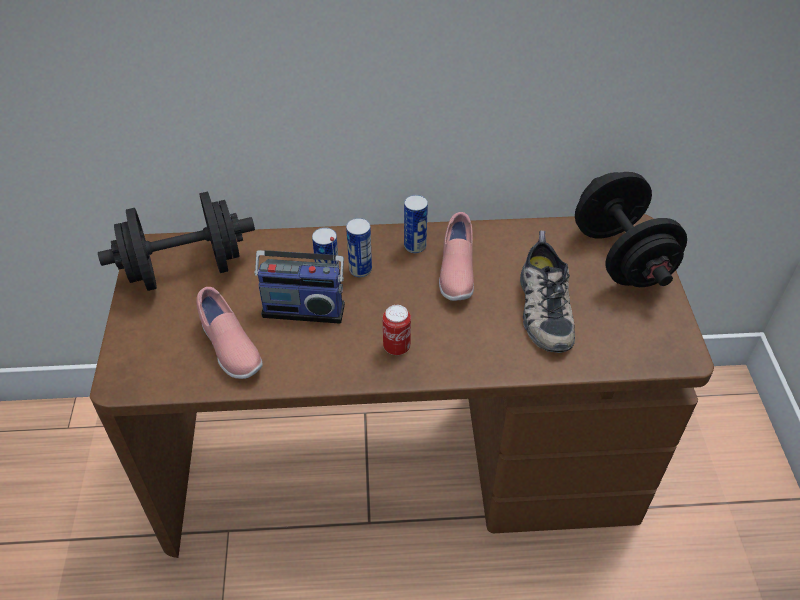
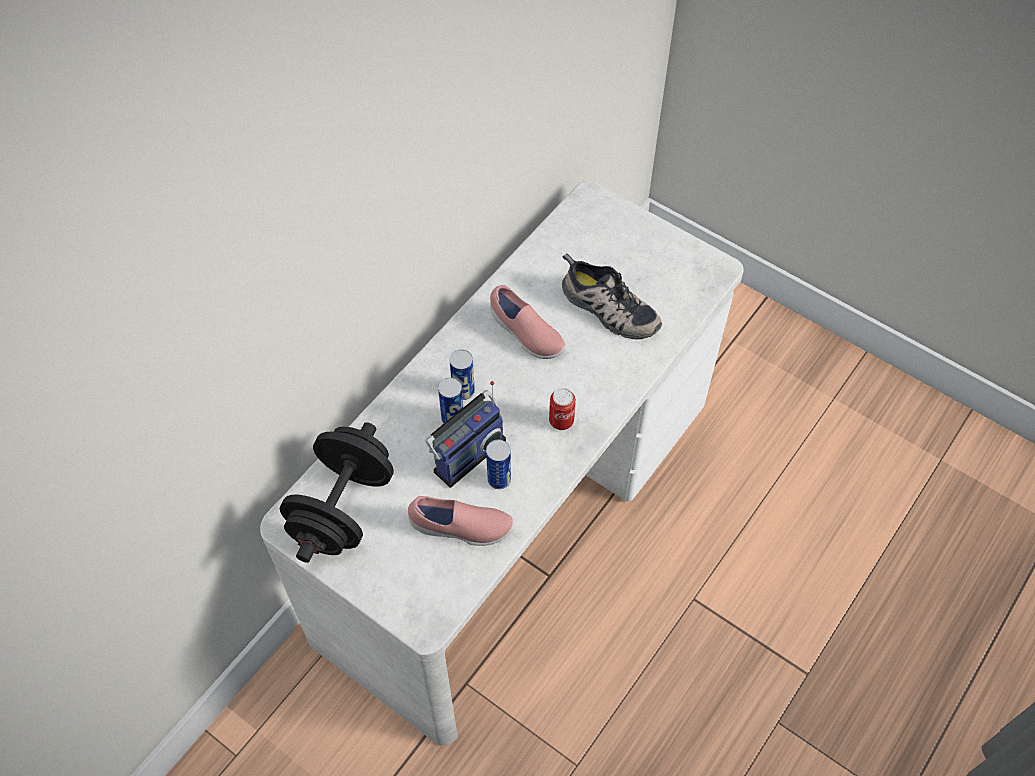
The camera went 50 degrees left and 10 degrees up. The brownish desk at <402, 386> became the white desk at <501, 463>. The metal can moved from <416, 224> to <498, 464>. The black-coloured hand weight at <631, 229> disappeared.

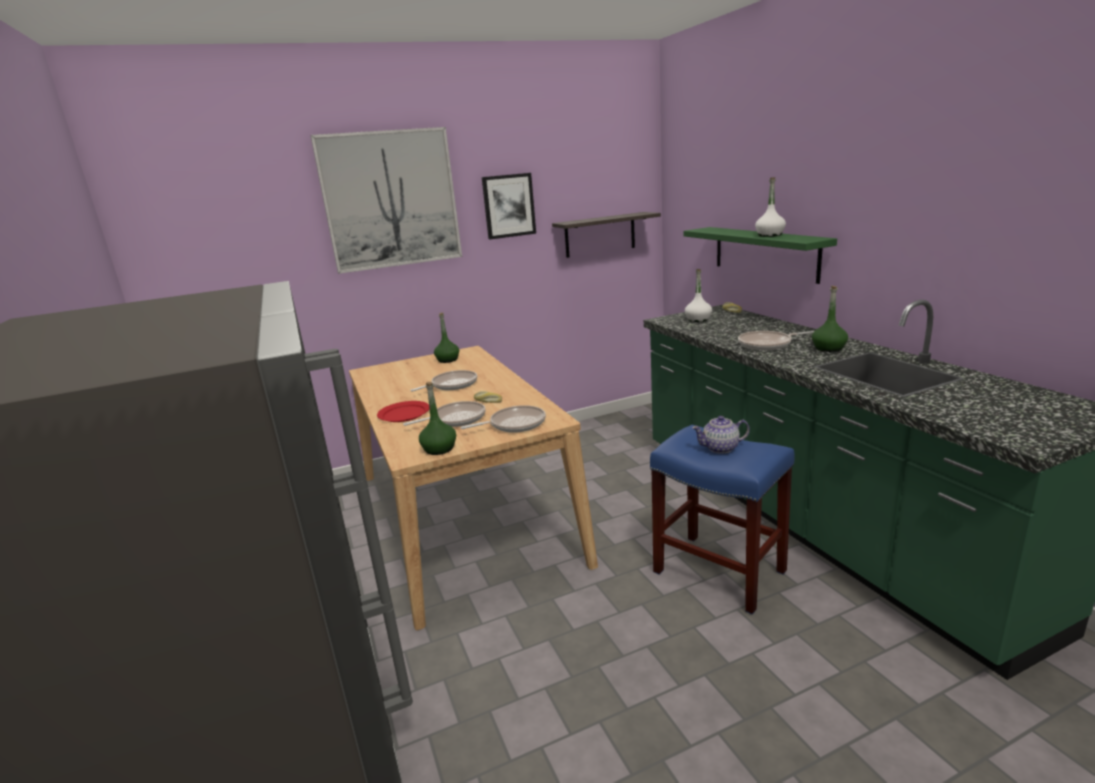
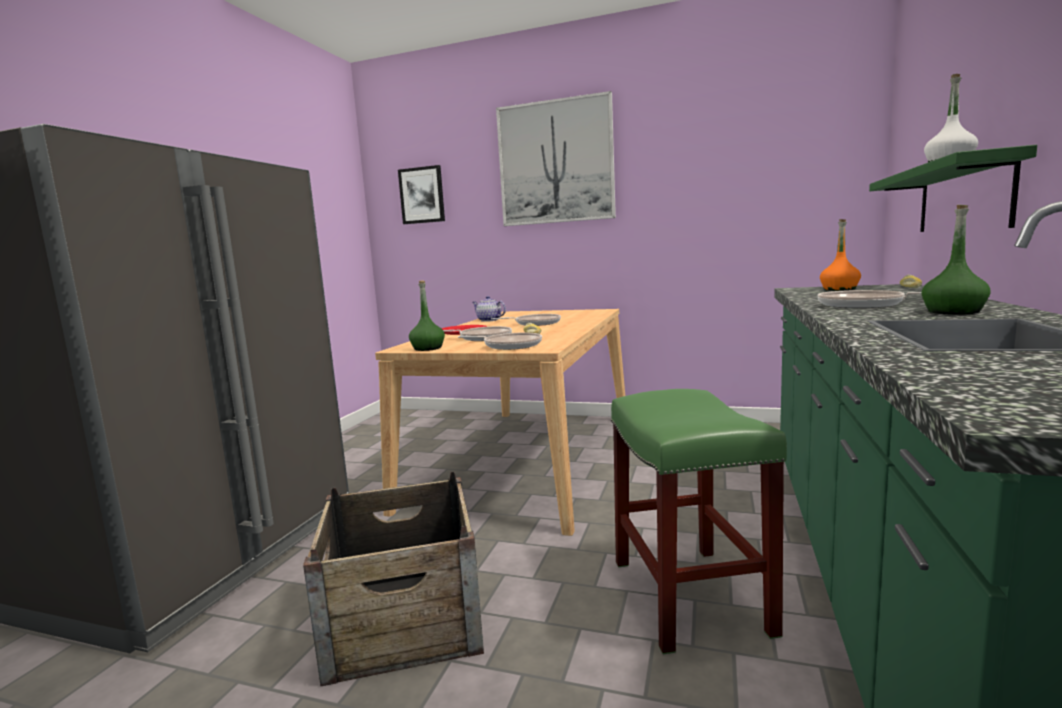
The camera went 40 degrees right and 10 degrees down. The green-coloured drink bottle at <446, 337> disappeared. The wall picture moved from <509, 206> to <421, 194>. The bracket shelf at <606, 235> disappeared. The blue-coloured stool at <722, 520> became the green-coloured stool at <699, 521>. The white drink bottle at <698, 295> became the orange drink bottle at <840, 255>. The pot for tea moved from <721, 435> to <489, 309>. The packing crate at <393, 579> appeared.

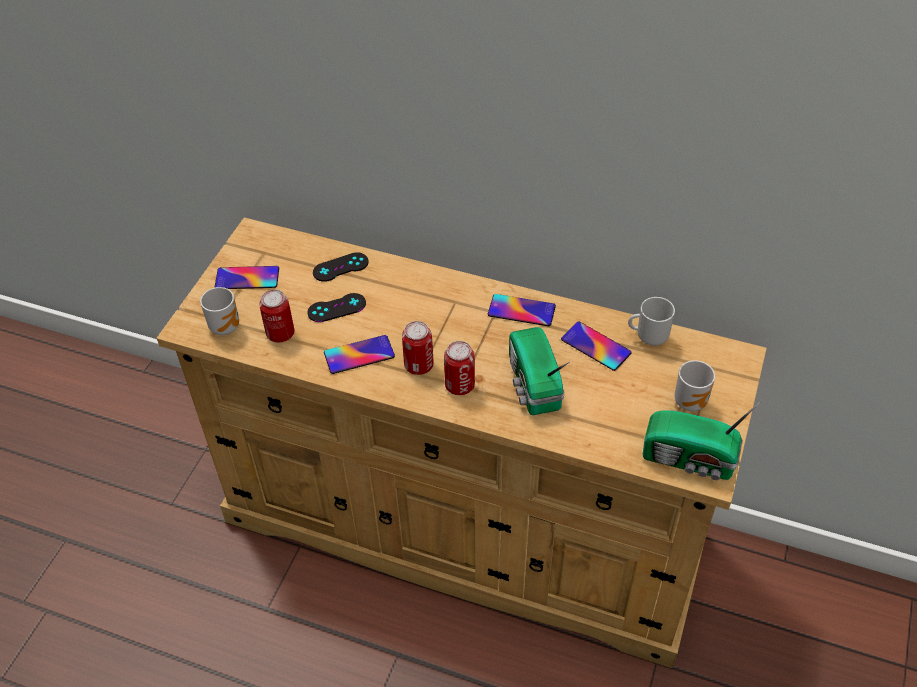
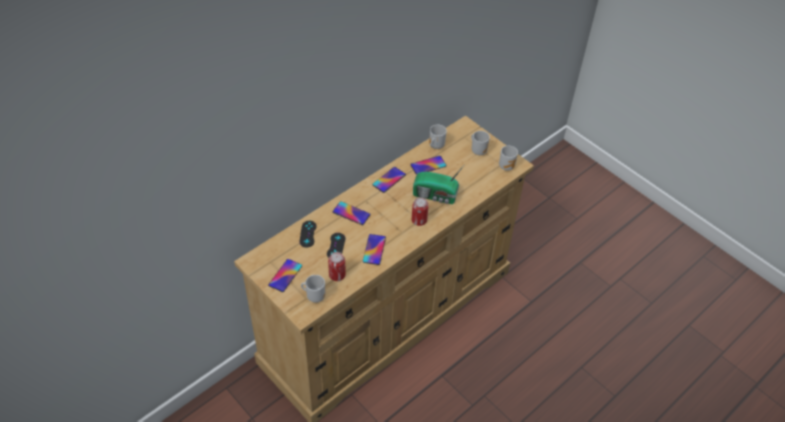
The camera went 65 degrees left and 0 degrees up. The metal can at <418, 348> disappeared. The radio at <701, 441> was replaced by the tea mug at <508, 158>. The handset at <351, 213> appeared.

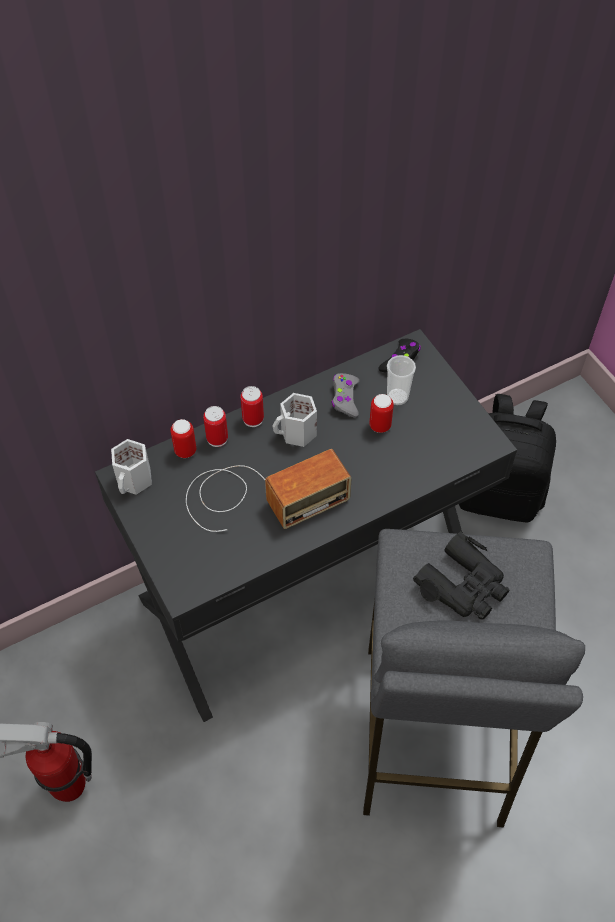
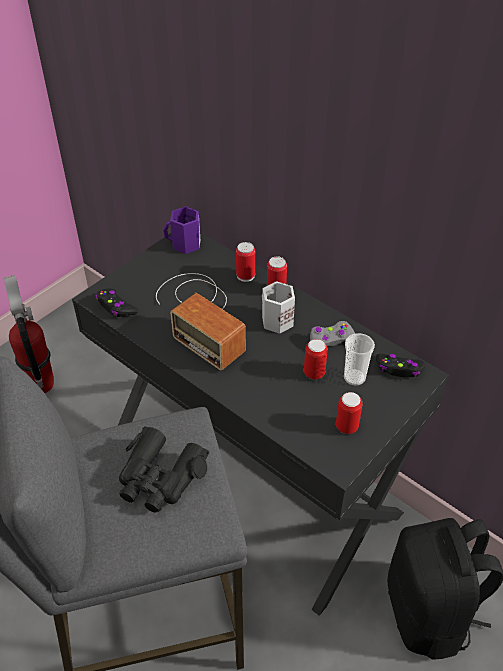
The camera went 70 degrees right and 10 degrees down. The white tea mug at <131, 467> became the purple tea mug at <181, 230>. The metal can moved from <183, 438> to <349, 413>. The black-coloured joypad at <116, 302> appeared.

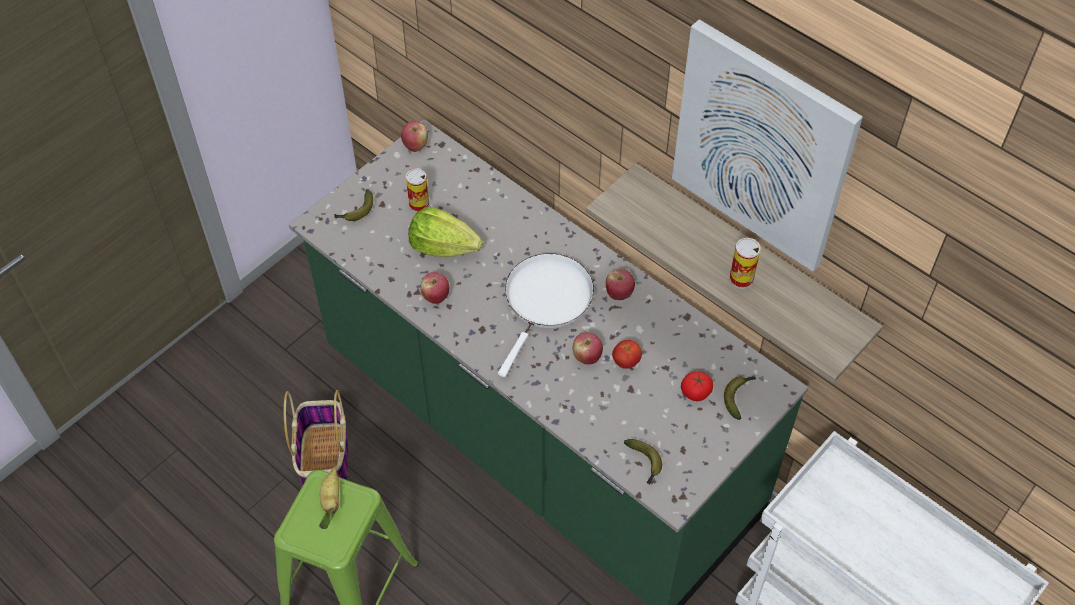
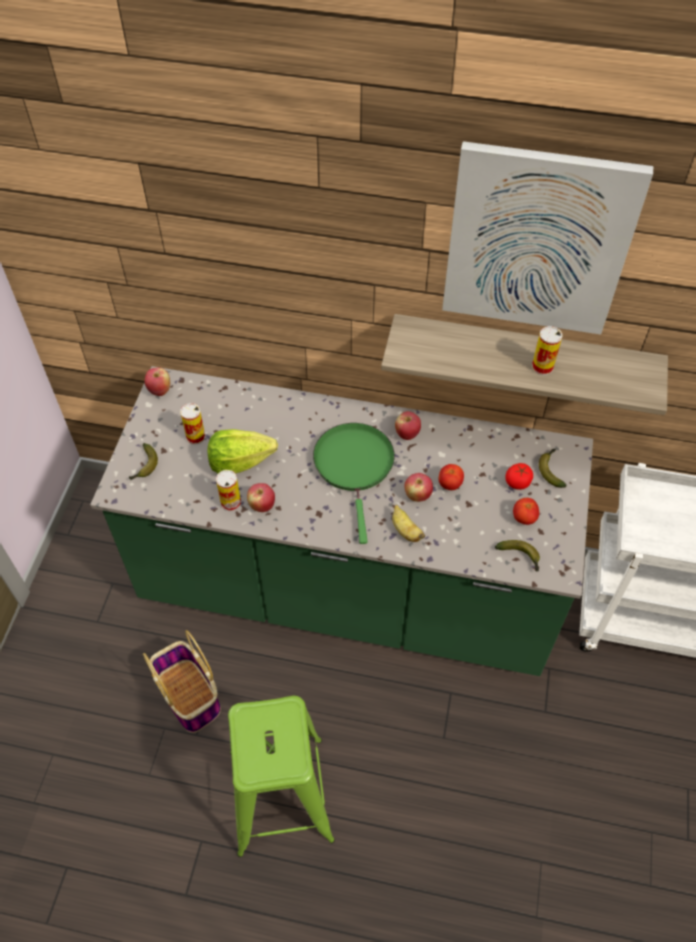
The camera went 30 degrees left and 0 degrees up. The banana fruit moved from <329, 491> to <408, 523>. The white frying pan at <546, 315> became the green-coloured frying pan at <354, 483>. The metal can at <228, 490> appeared. The tomato at <526, 511> appeared.

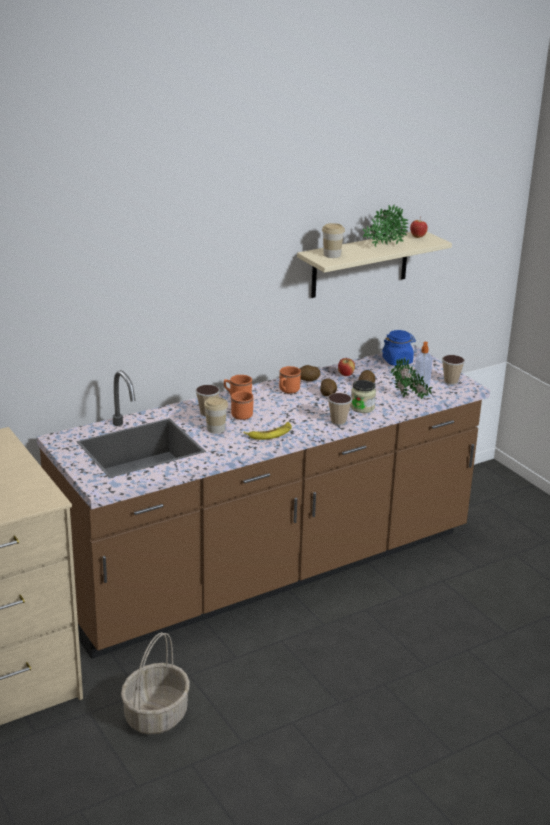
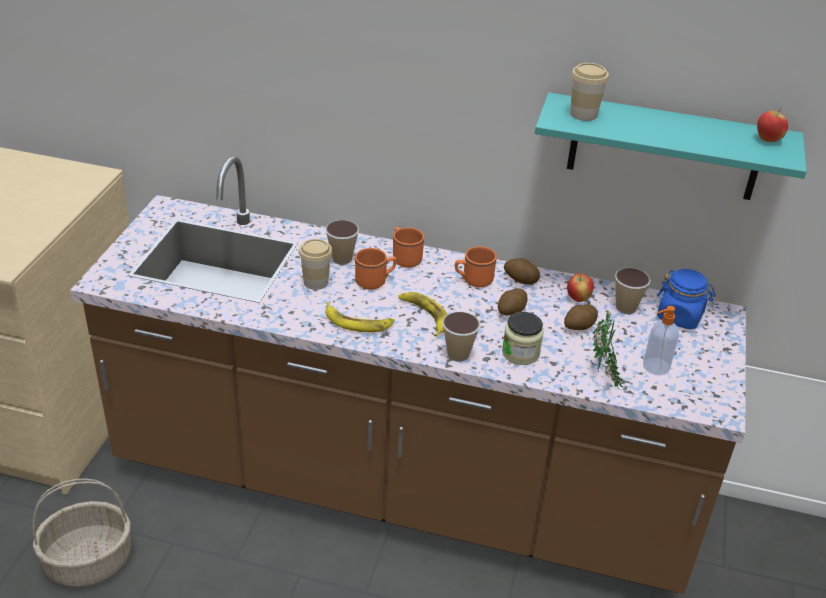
The camera went 45 degrees right and 10 degrees up. The sand-coloured bracket shelf at <374, 265> became the blue-green bracket shelf at <671, 146>. The plant in a pot at <386, 225> disappeared. The drinking cup moved from <453, 370> to <633, 291>. The banana fruit at <423, 314> appeared.

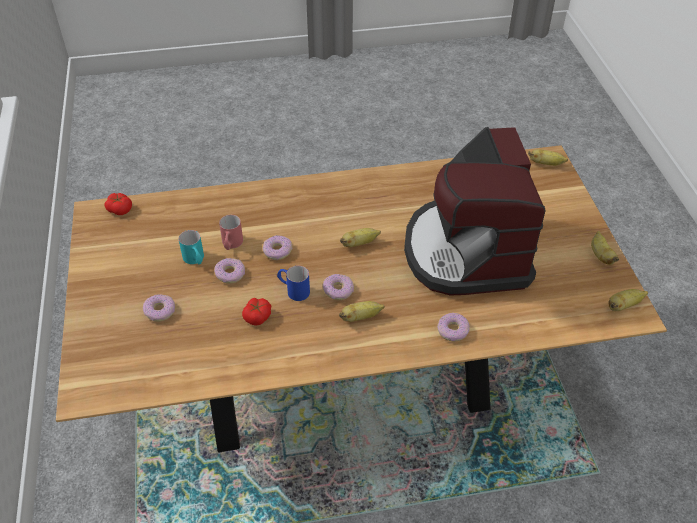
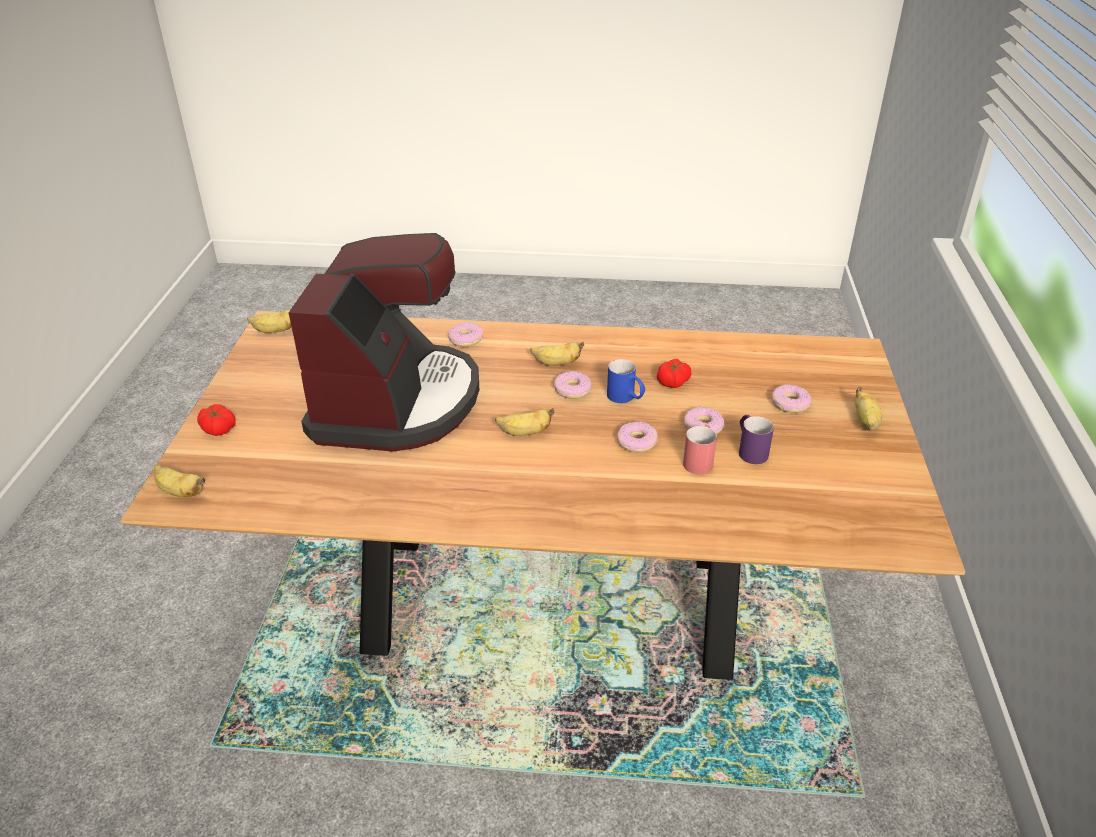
The camera went 165 degrees left and 10 degrees down. The tomato moved from <118, 204> to <216, 420>. The blue-green tea mug at <191, 247> became the purple tea mug at <756, 439>. The banana fruit moved from <605, 248> to <868, 408>.

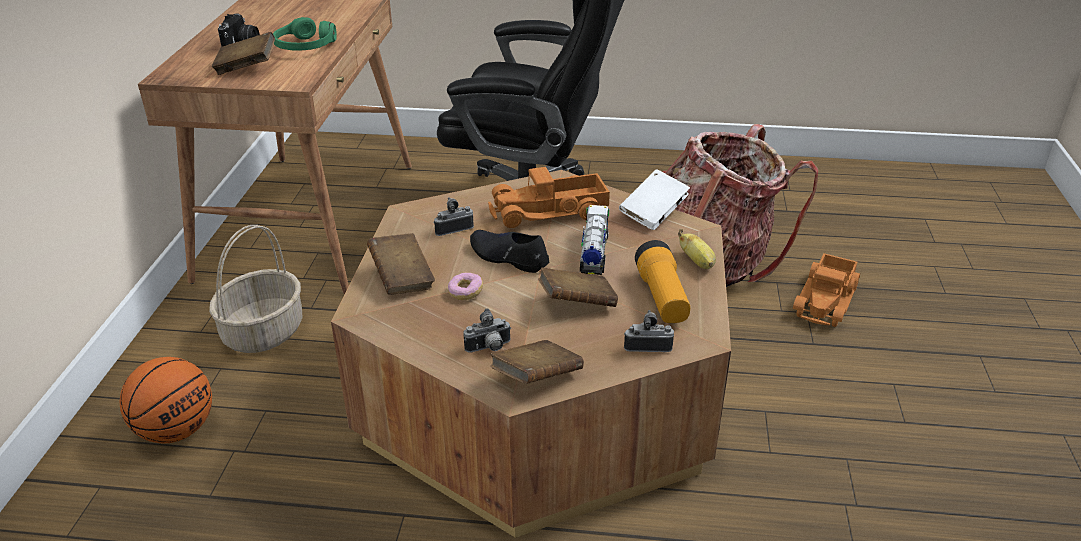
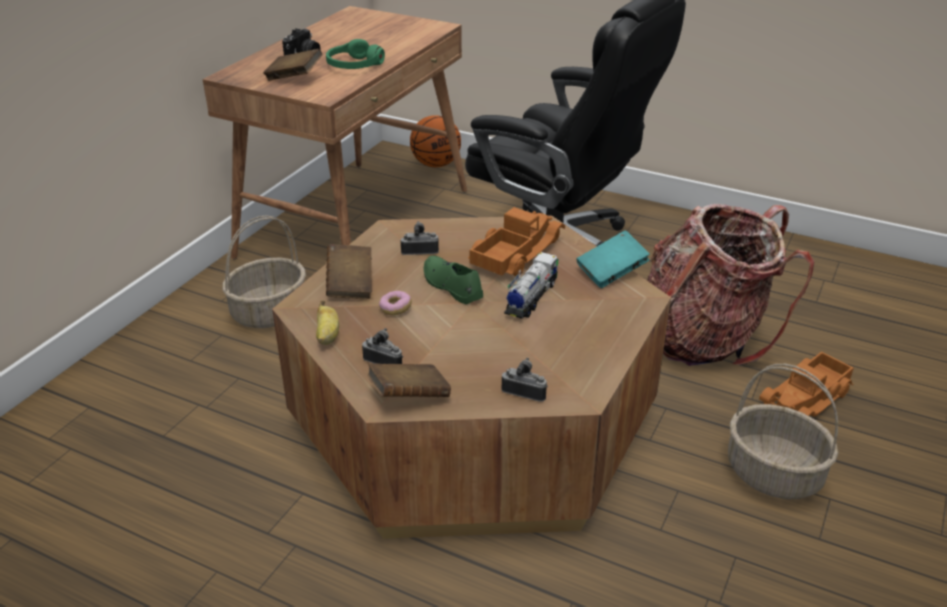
The camera went 20 degrees right and 0 degrees up. The basketball ball moved from <166, 400> to <435, 141>. The still camera at <487, 330> turned 150 degrees counterclockwise. The black-coloured shoe at <509, 251> became the green-coloured shoe at <453, 280>. The model truck at <549, 197> turned 120 degrees clockwise. The brownish book at <578, 287> disappeared. The white book at <654, 199> became the blue-green book at <613, 259>. The flashlight at <662, 281> disappeared. The banana fruit moved from <697, 249> to <327, 322>. The household basket at <783, 431> appeared.

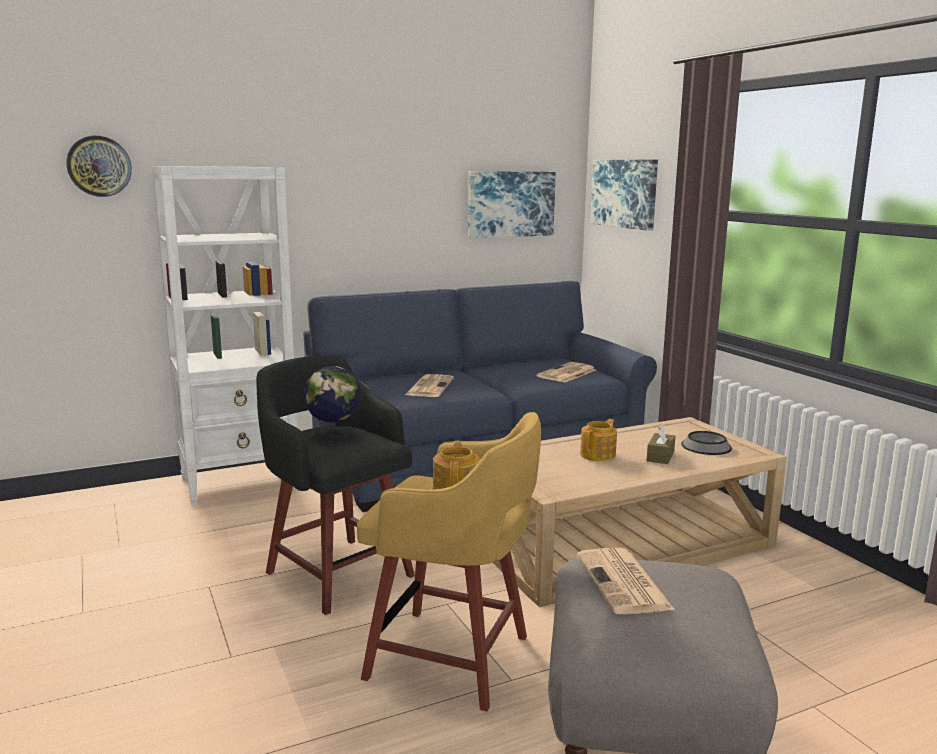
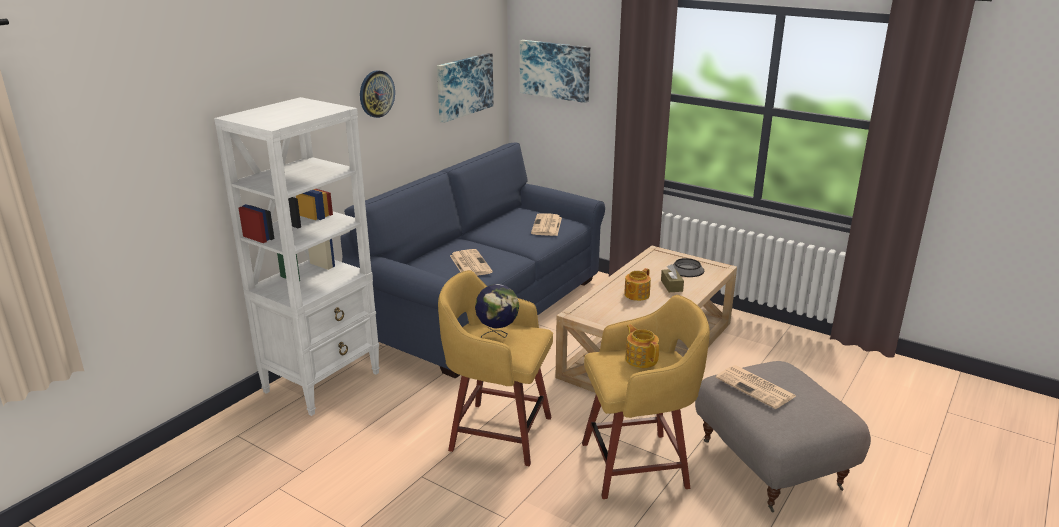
The camera went 30 degrees left and 10 degrees up. The wall clock moved from <99, 166> to <377, 94>. The black-coloured stool at <335, 485> became the yellow-coloured stool at <495, 368>. The pot for tea at <598, 440> turned 150 degrees counterclockwise.

